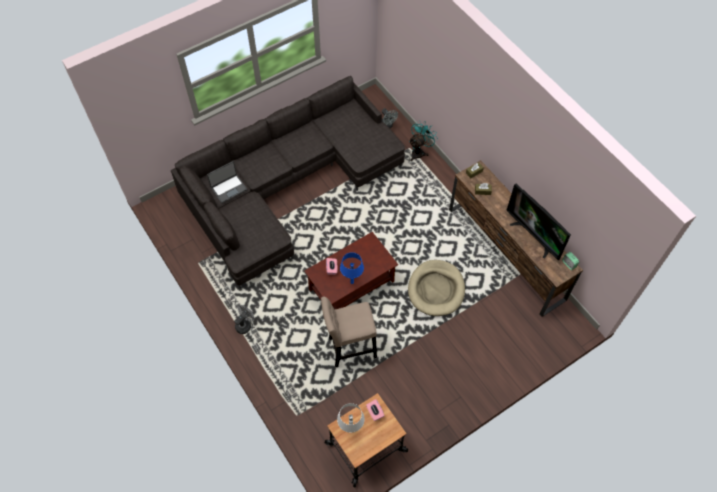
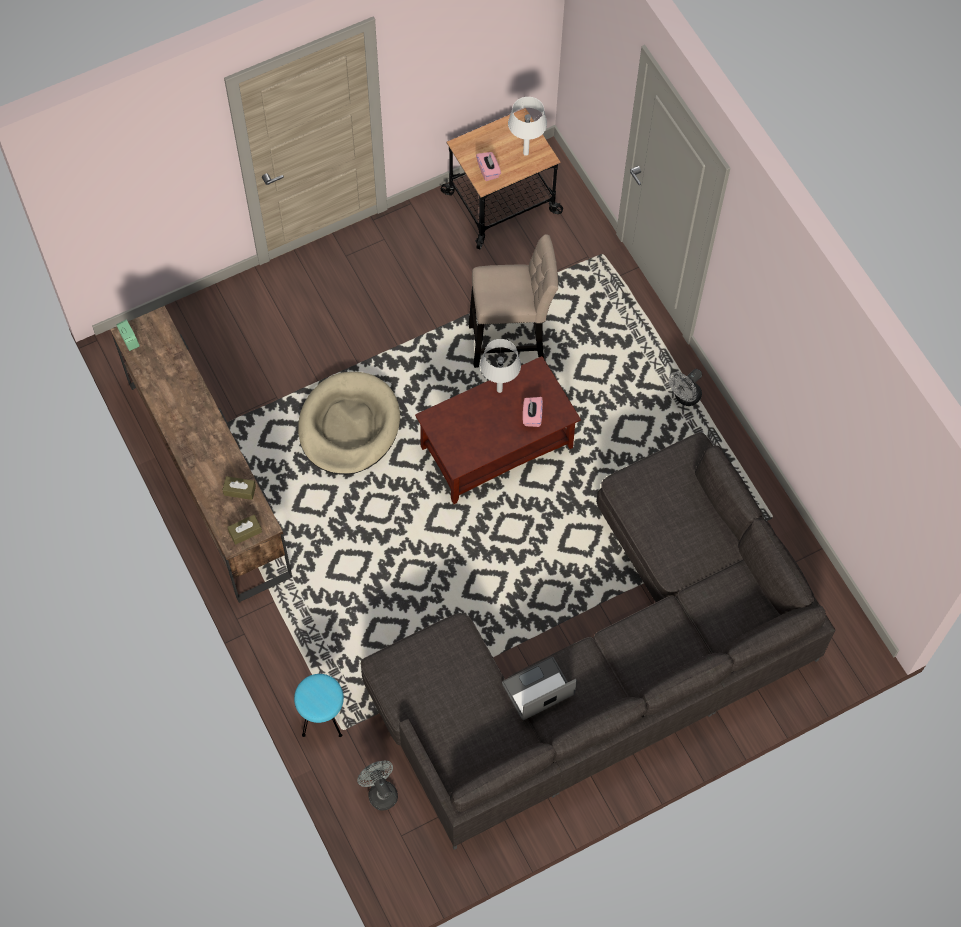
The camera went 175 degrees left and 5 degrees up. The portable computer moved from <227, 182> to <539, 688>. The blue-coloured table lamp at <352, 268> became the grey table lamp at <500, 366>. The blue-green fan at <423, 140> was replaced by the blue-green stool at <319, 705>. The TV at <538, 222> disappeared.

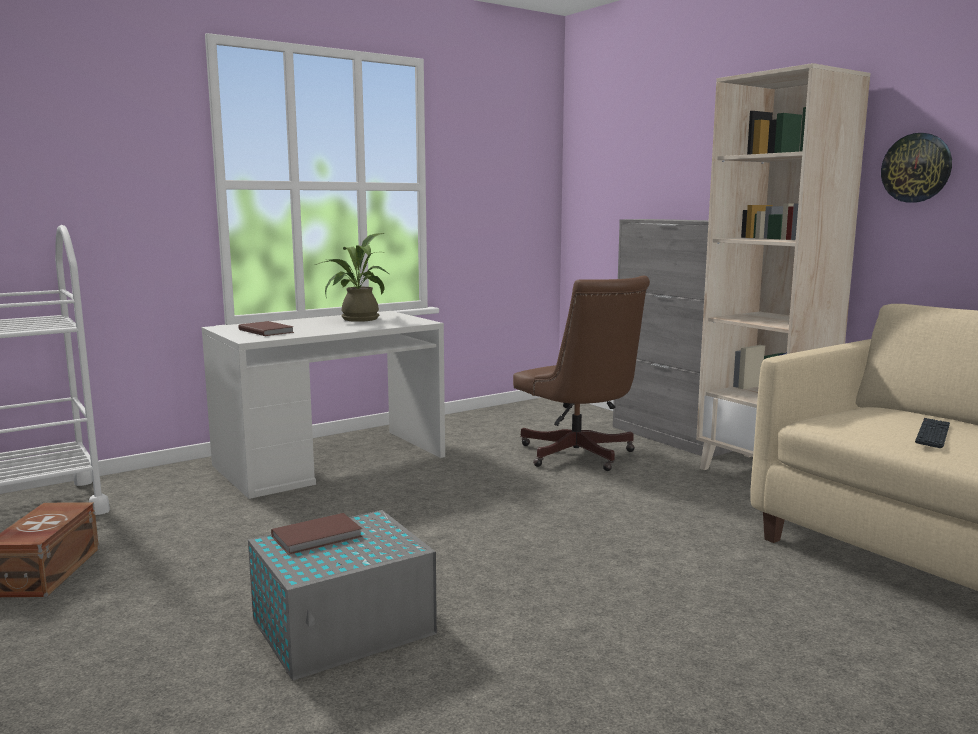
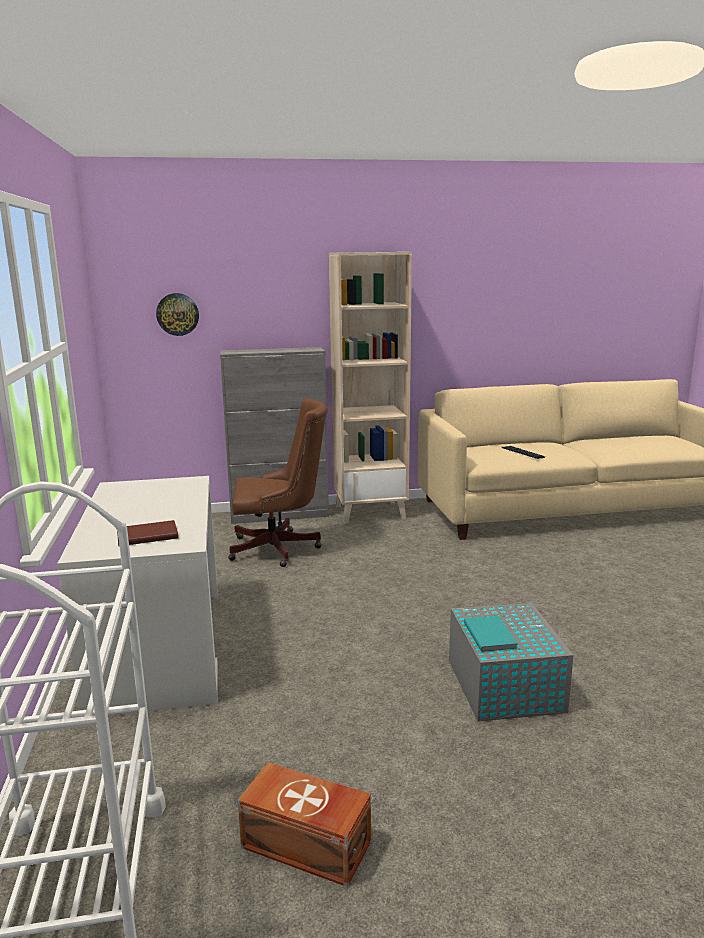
The camera went 65 degrees left and 5 degrees up. The brownish book at <317, 534> became the blue-green book at <491, 634>. The plant in a pot at <352, 277> disappeared. The wall clock moved from <916, 168> to <177, 314>.

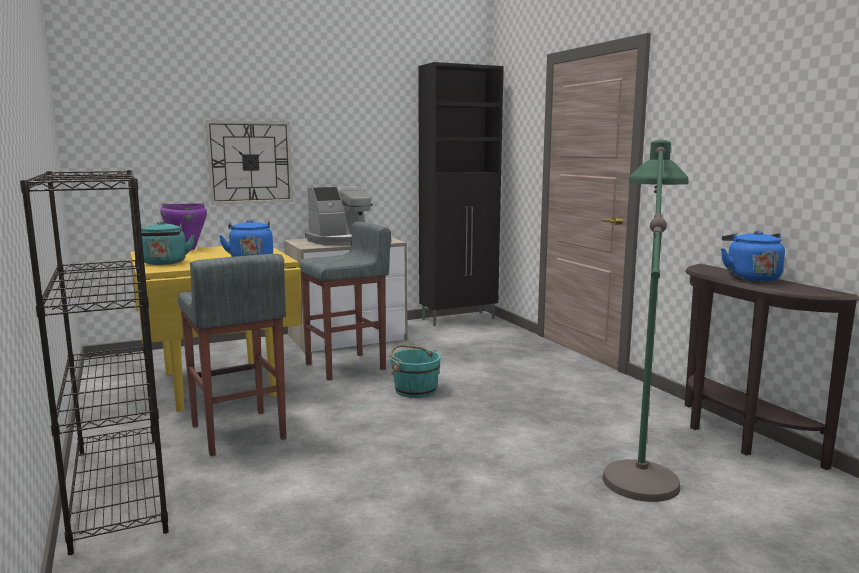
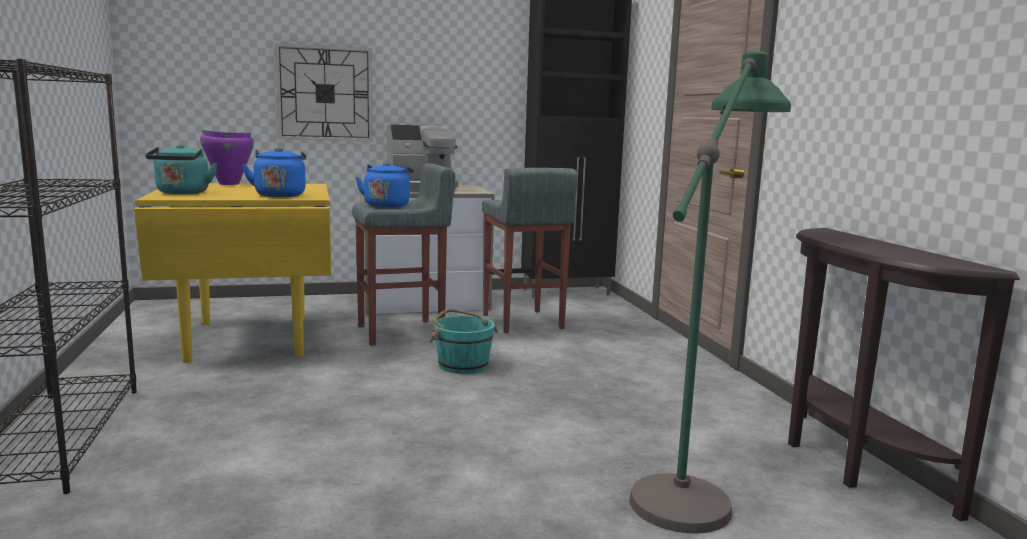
The camera went 10 degrees right and 0 degrees up. The grey stool moved from <232, 355> to <530, 251>. The blue-coloured water kettle moved from <753, 256> to <384, 185>.

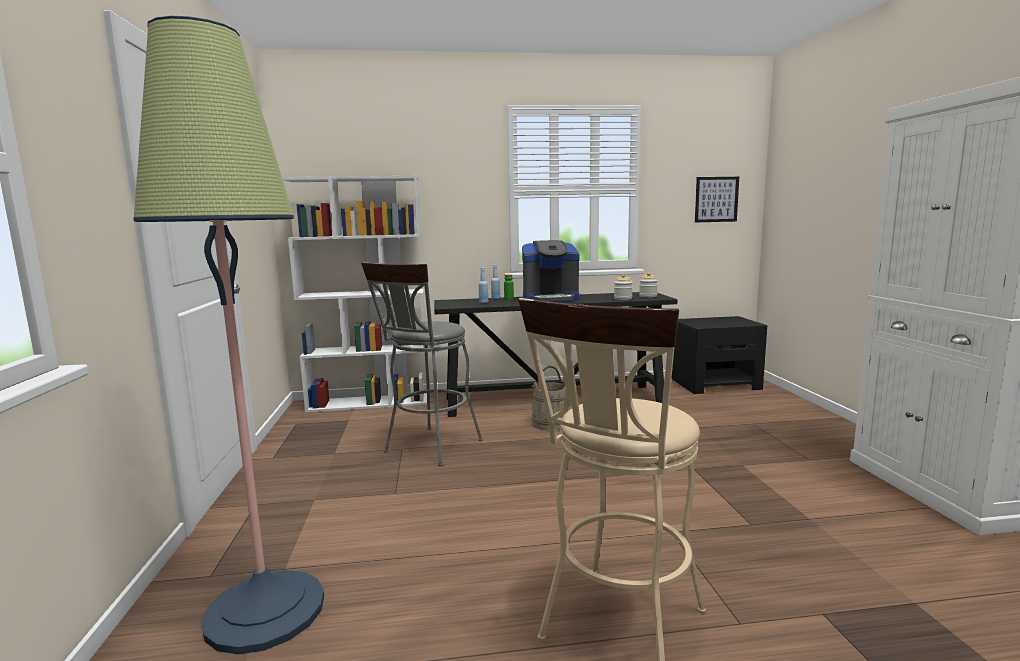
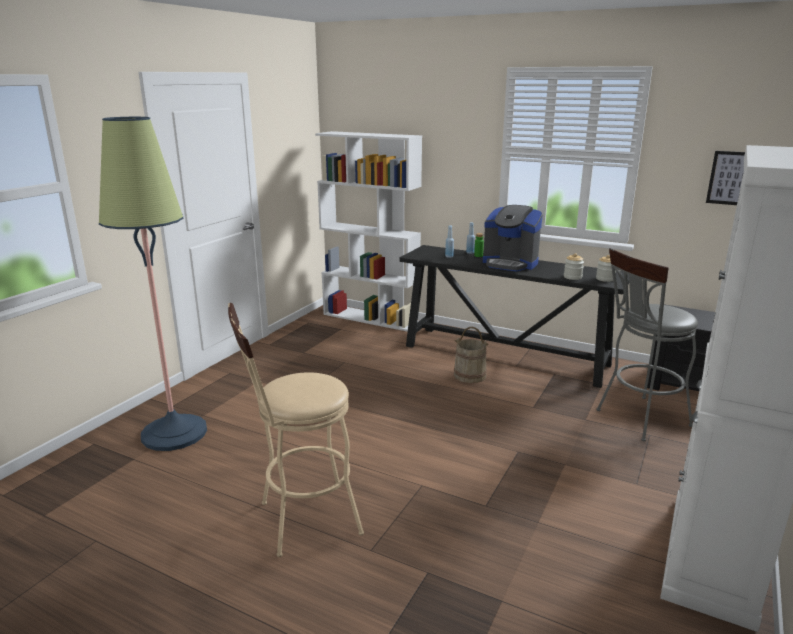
The camera went 35 degrees right and 10 degrees up. The grey stool moved from <422, 364> to <647, 344>.

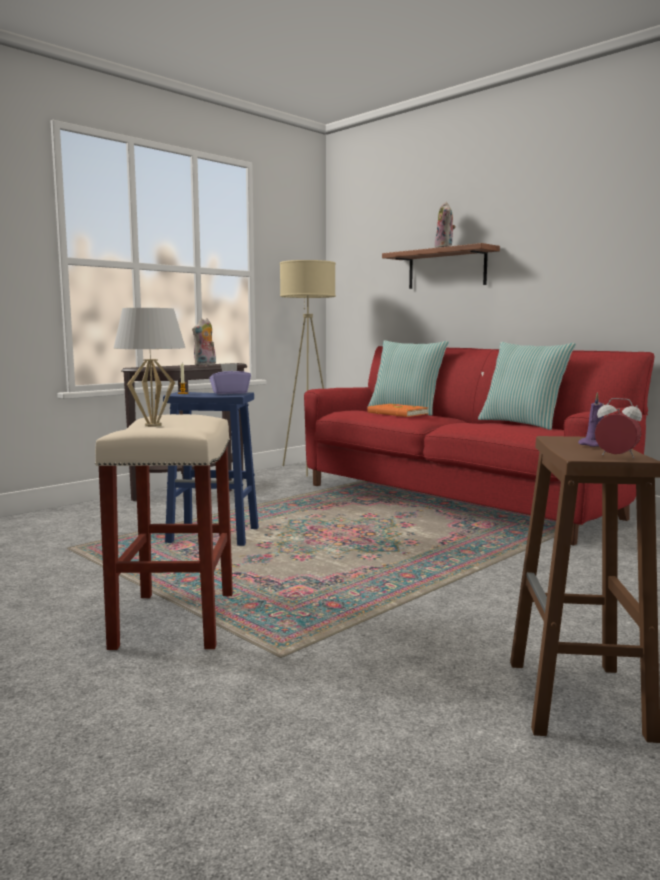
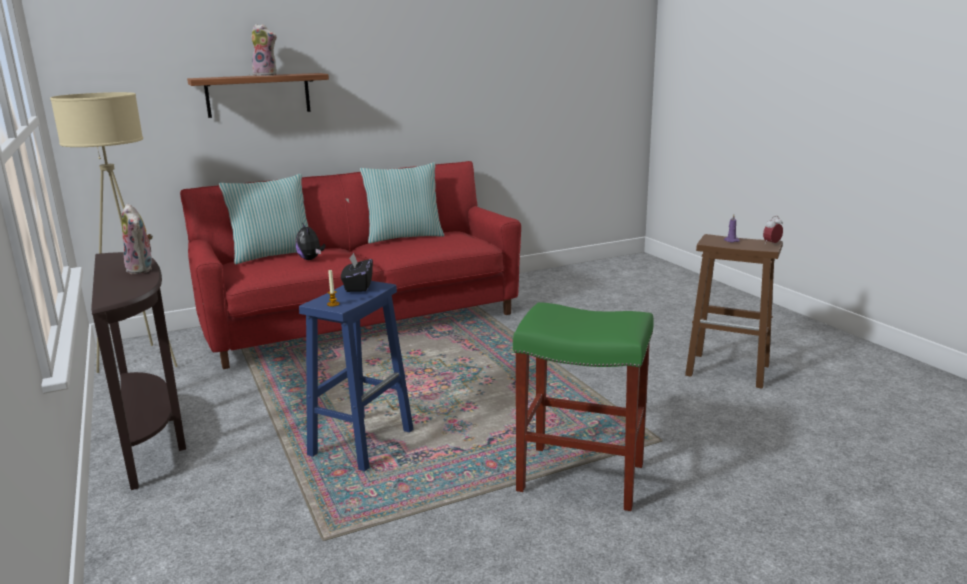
The camera went 70 degrees left and 10 degrees up. The sand-coloured stool at <164, 532> became the green-coloured stool at <583, 406>. The white table lamp at <149, 367> disappeared. The purple box of tissues at <230, 378> became the black-coloured box of tissues at <357, 272>. The orange book at <397, 410> was replaced by the soft toy at <311, 241>.

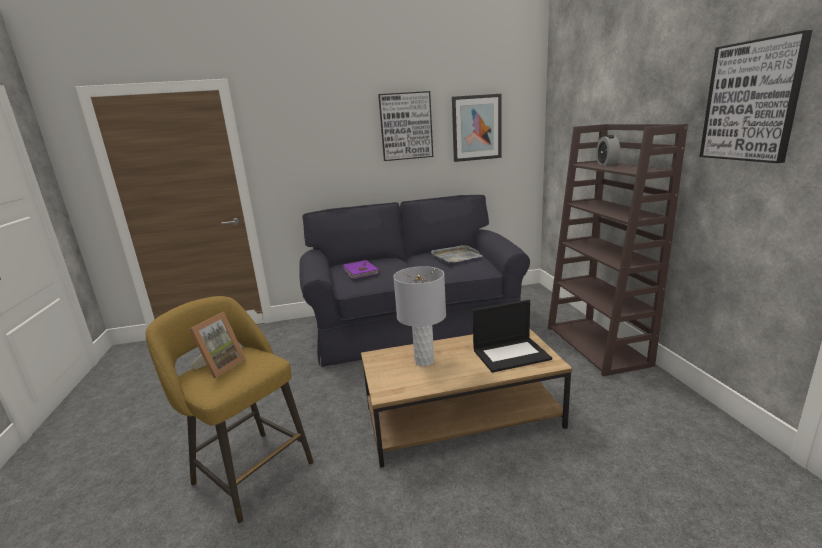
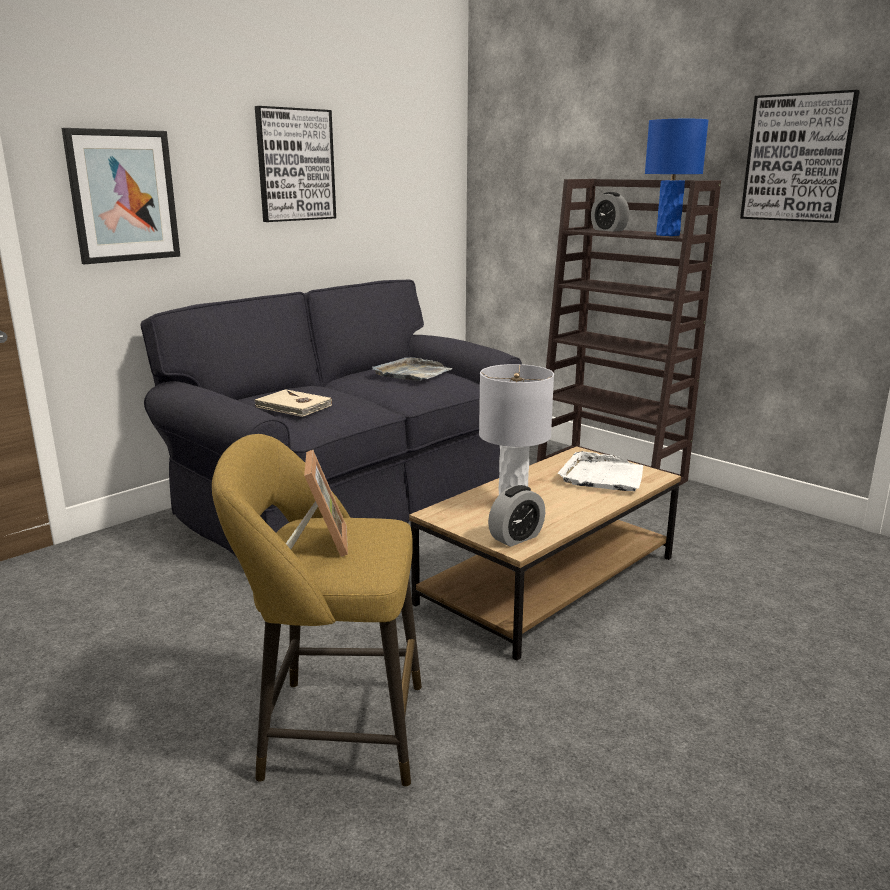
The camera went 35 degrees left and 0 degrees up. The purple book at <361, 269> became the sand-coloured book at <293, 403>. The wall picture moved from <476, 128> to <121, 196>. The portable computer at <512, 336> was replaced by the white tray at <600, 471>. The bedside clock at <516, 516> appeared. The blue-coloured table lamp at <677, 177> appeared.

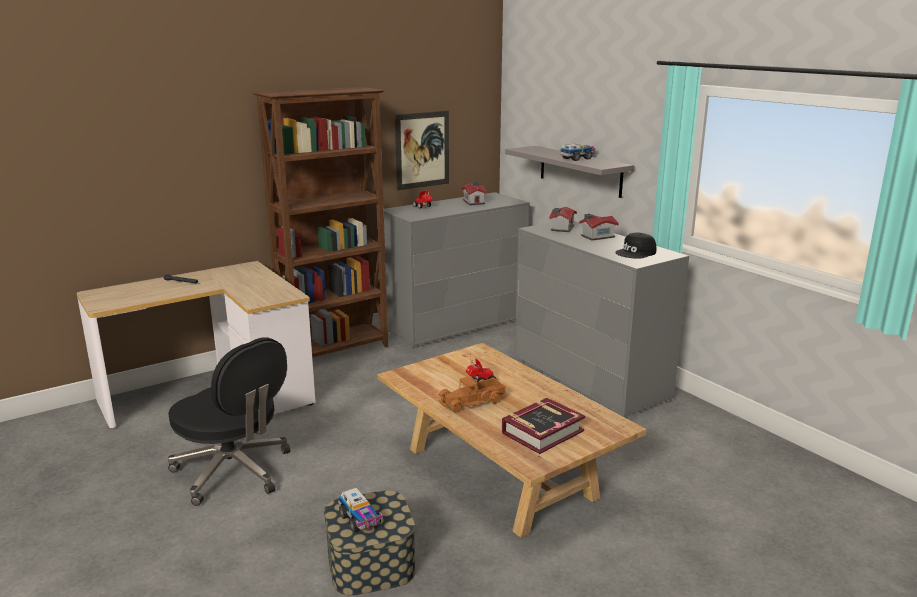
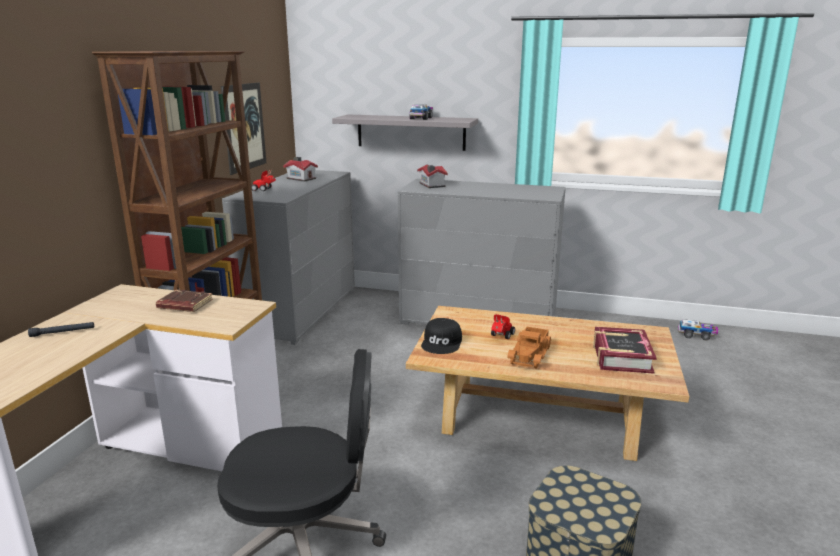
The camera went 40 degrees left and 0 degrees up. The model truck moved from <360, 510> to <698, 330>. The toy house at <599, 227> disappeared. The black-coloured cap moved from <635, 246> to <441, 336>. The brownish book at <184, 301> appeared.

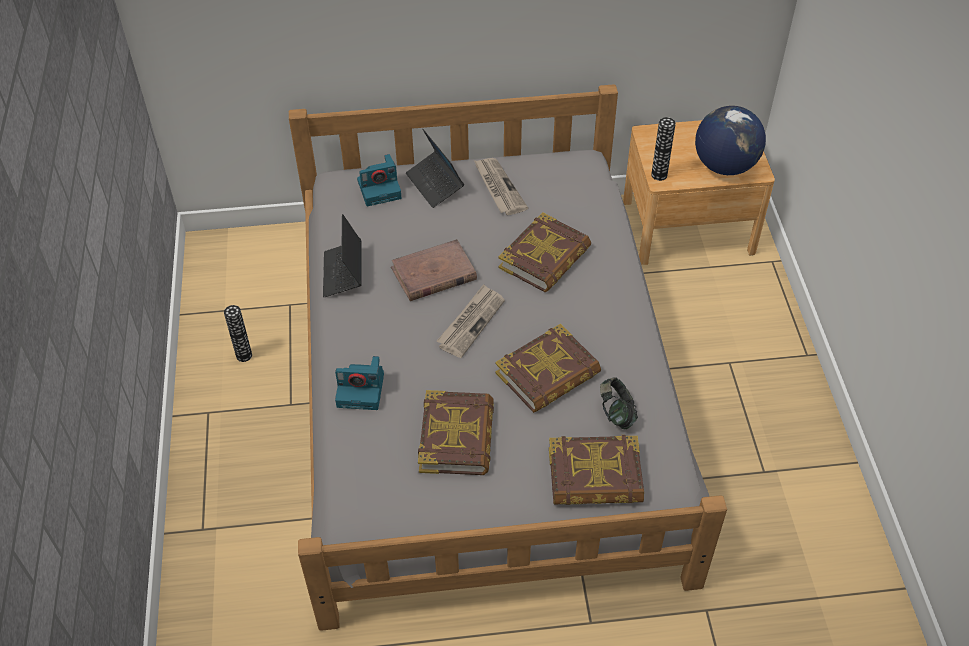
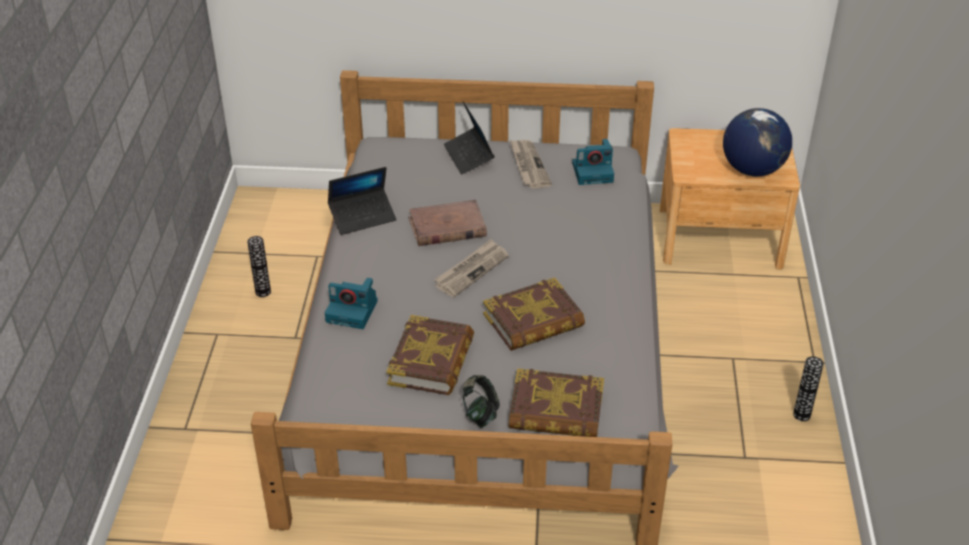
The camera went 10 degrees right and 10 degrees down. The portable computer at <342, 255> turned 120 degrees counterclockwise. The still camera moved from <379, 180> to <593, 162>. The book at <544, 252> disappeared. The headphones moved from <619, 403> to <481, 401>. The vase moved from <663, 149> to <808, 388>.

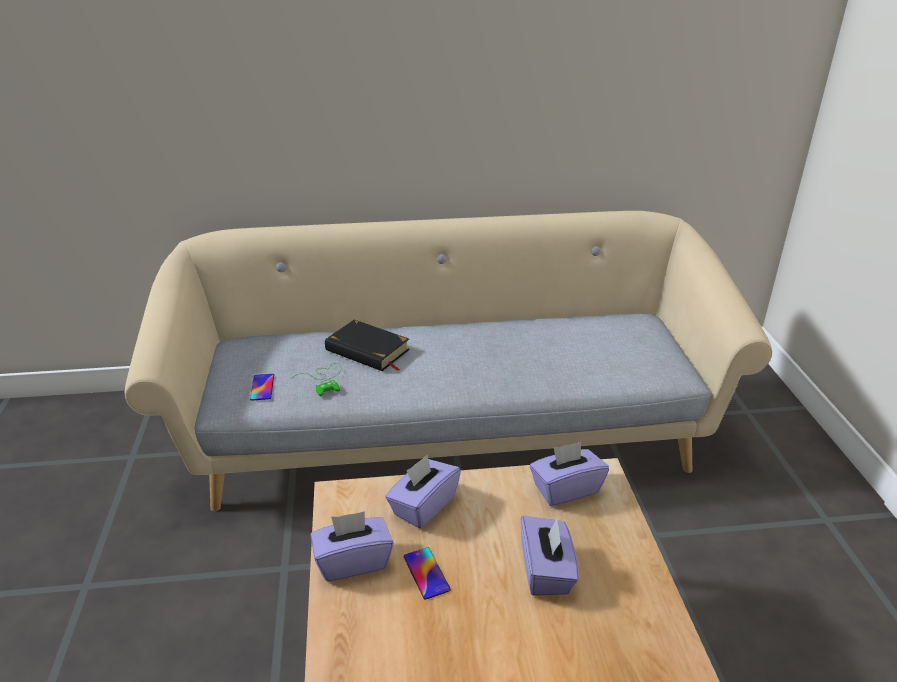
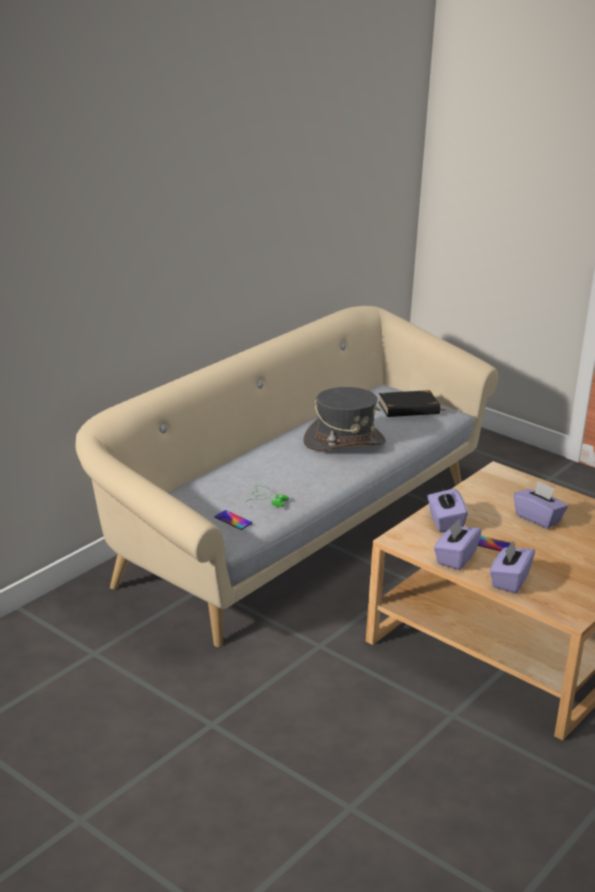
The camera went 45 degrees left and 5 degrees down. The black-coloured book moved from <367, 345> to <412, 403>. The purple box of tissues moved from <569, 474> to <512, 567>. The grey clothing hat at <344, 418> appeared.

